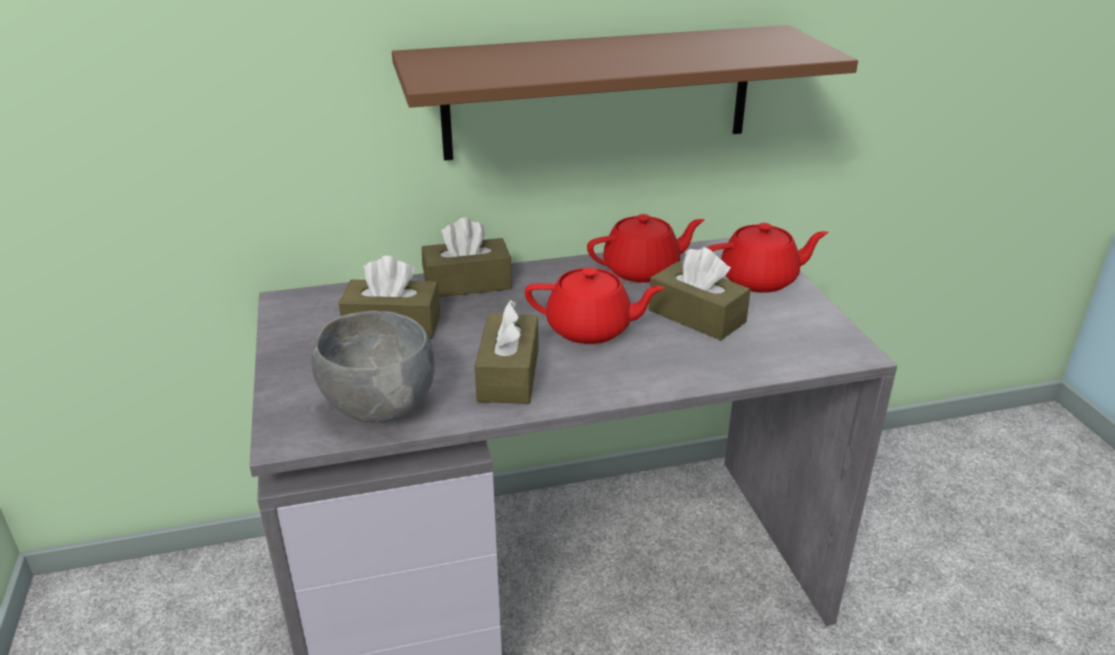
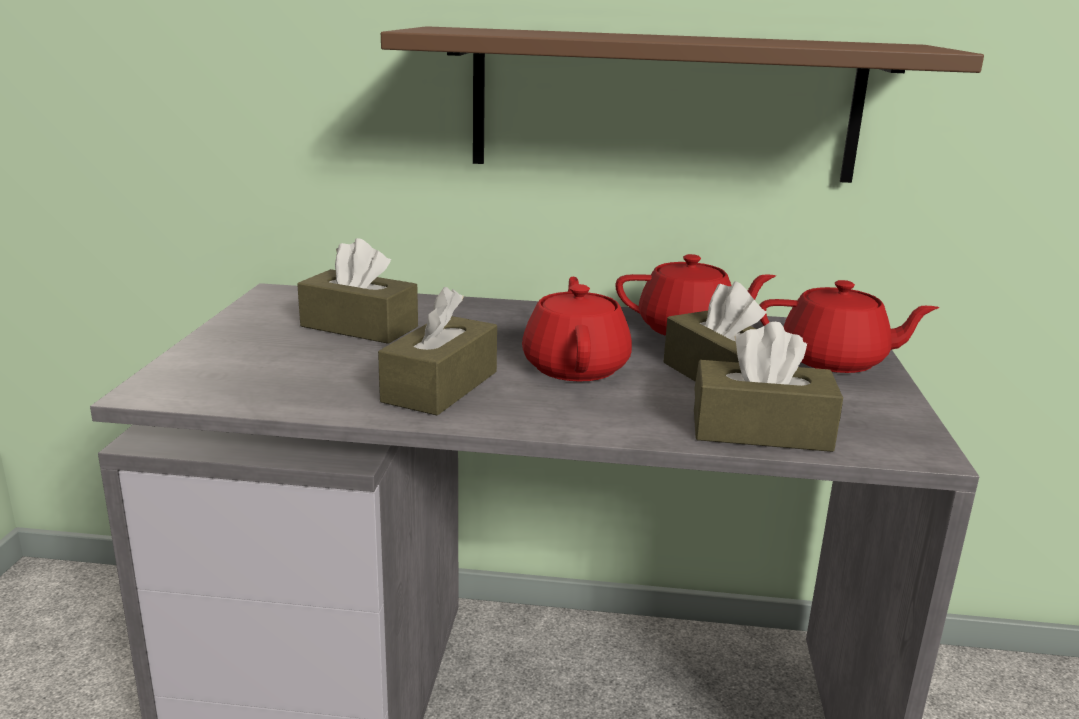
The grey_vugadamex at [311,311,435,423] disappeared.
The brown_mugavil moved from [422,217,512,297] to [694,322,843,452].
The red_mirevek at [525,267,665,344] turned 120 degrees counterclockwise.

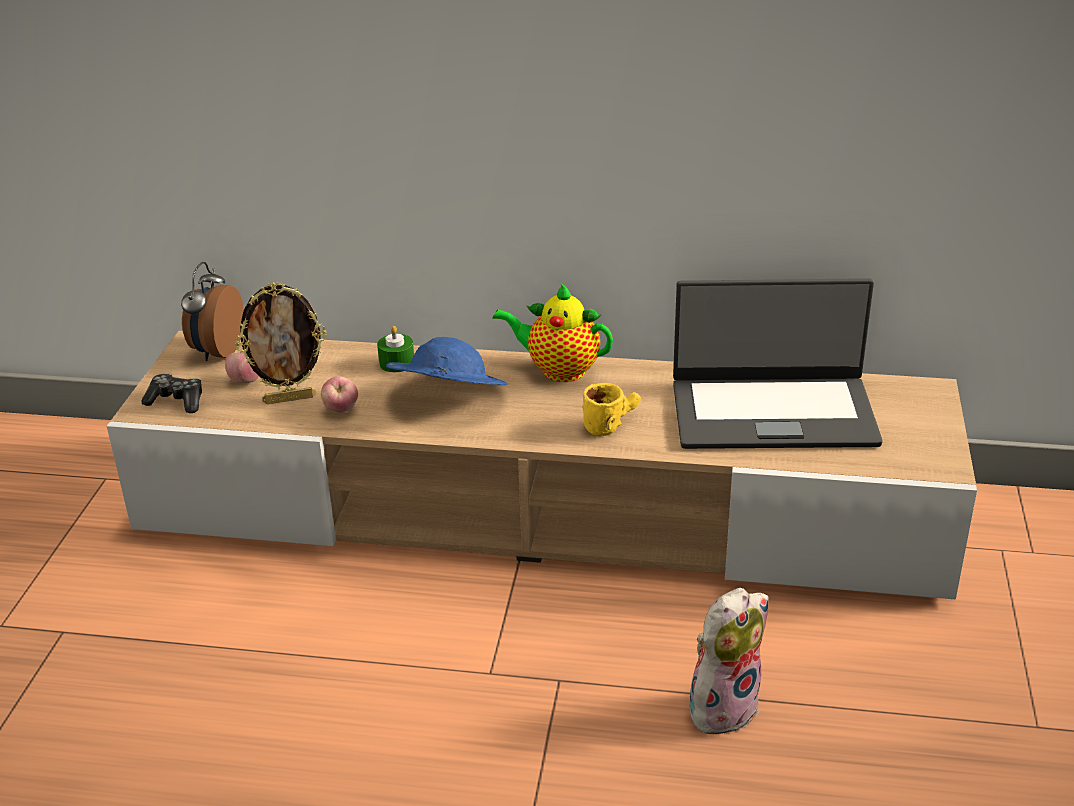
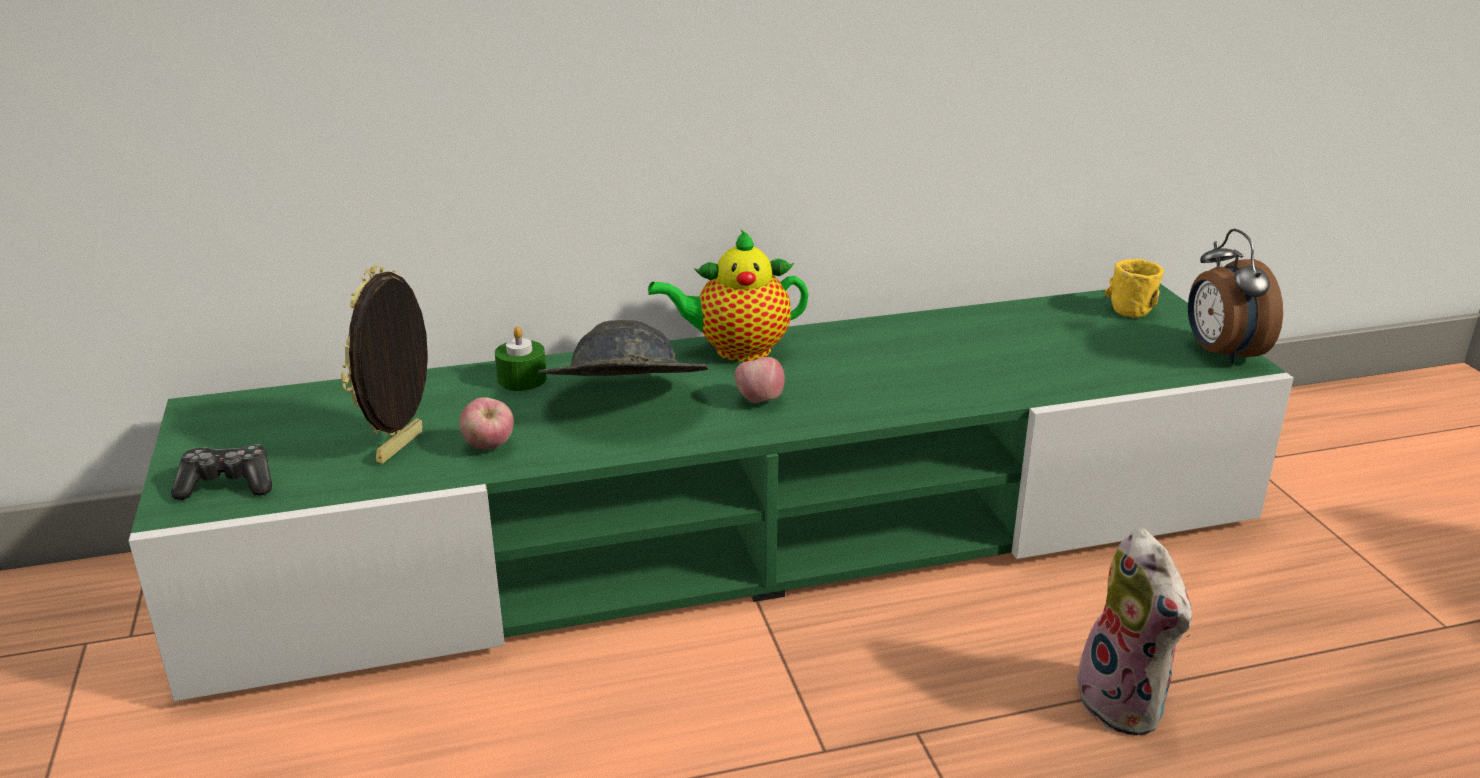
The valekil at [673,278,883,449] disappeared.
The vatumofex moved from [181,262,244,361] to [1188,229,1283,366].
The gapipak moved from [225,352,259,383] to [735,357,785,403].
The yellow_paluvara moved from [582,383,641,436] to [1105,259,1164,318].
The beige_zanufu at [107,331,977,600] became the green_zanufu at [129,284,1294,701].
The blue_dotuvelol at [386,337,508,386] became the grey_dotuvelol at [538,320,708,376].
The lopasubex at [235,282,326,404] turned 150 degrees clockwise.
The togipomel at [689,588,769,738] turned 135 degrees clockwise.

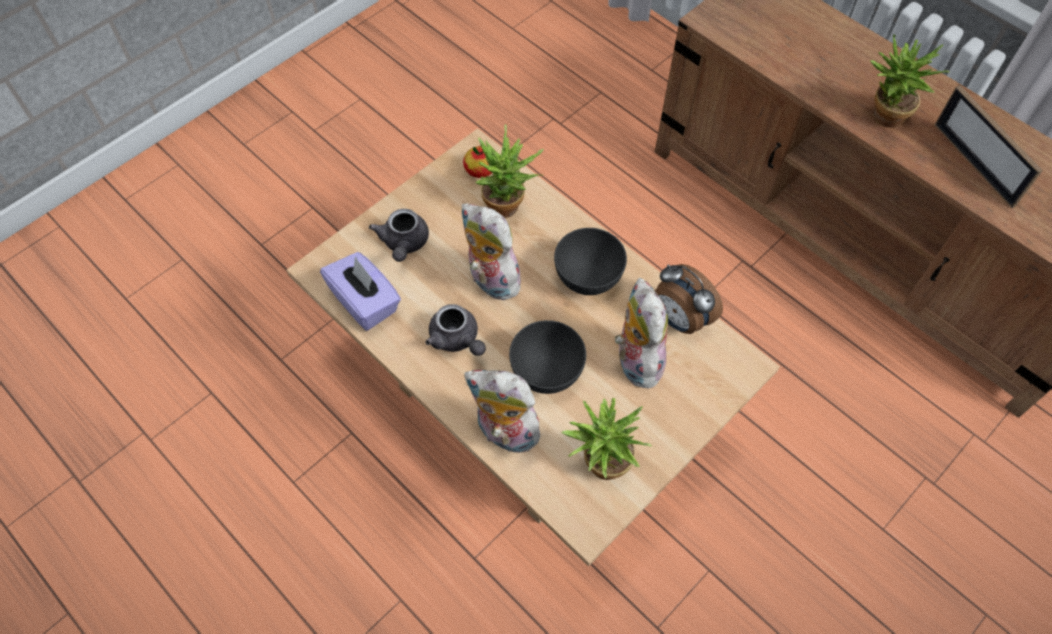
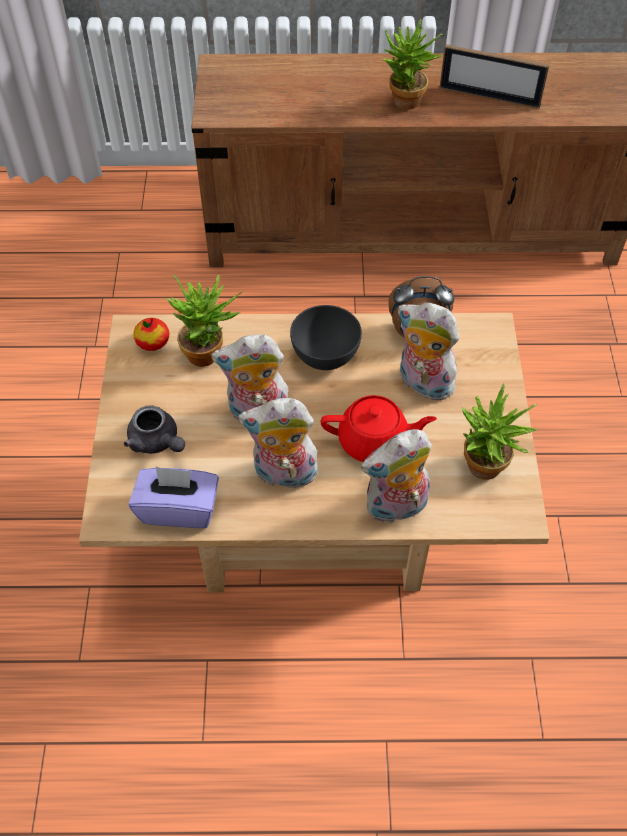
The grey_mirevek at [425,304,486,356] was replaced by the togipomel at [238,398,318,493].
The grey_vugadamex at [509,320,586,394] was replaced by the red_mirevek at [320,395,437,462].

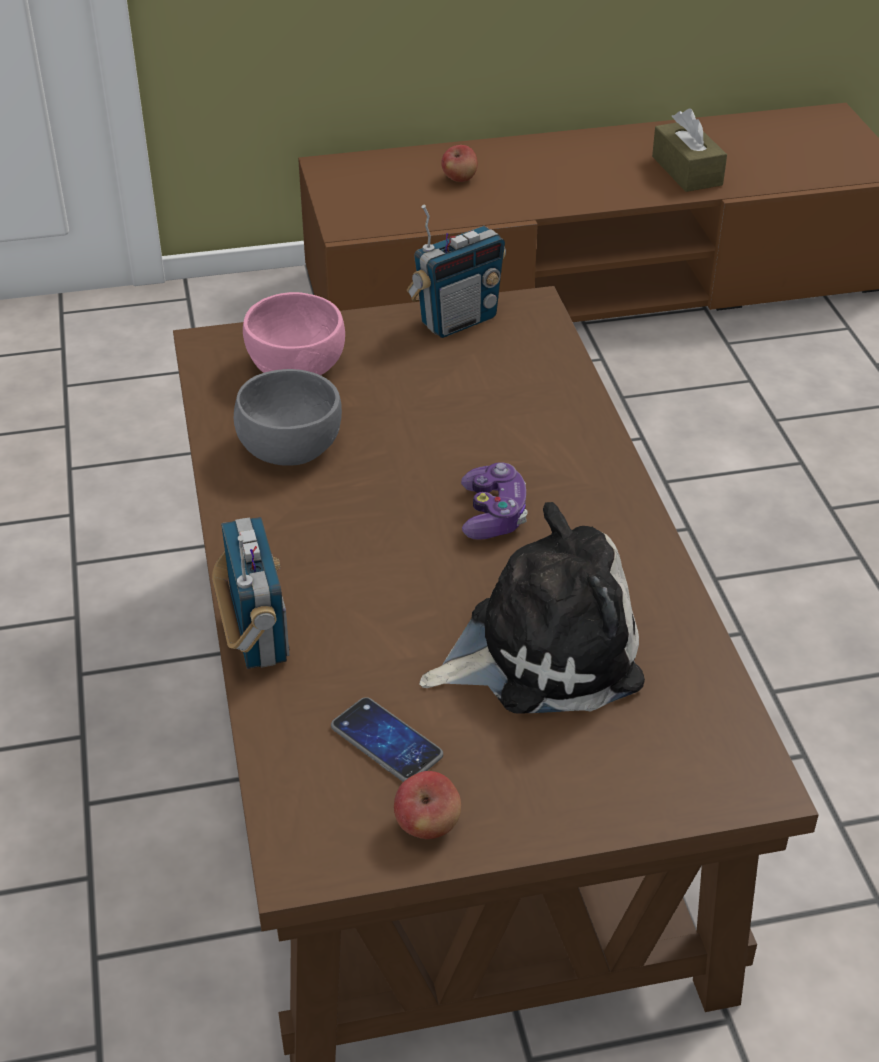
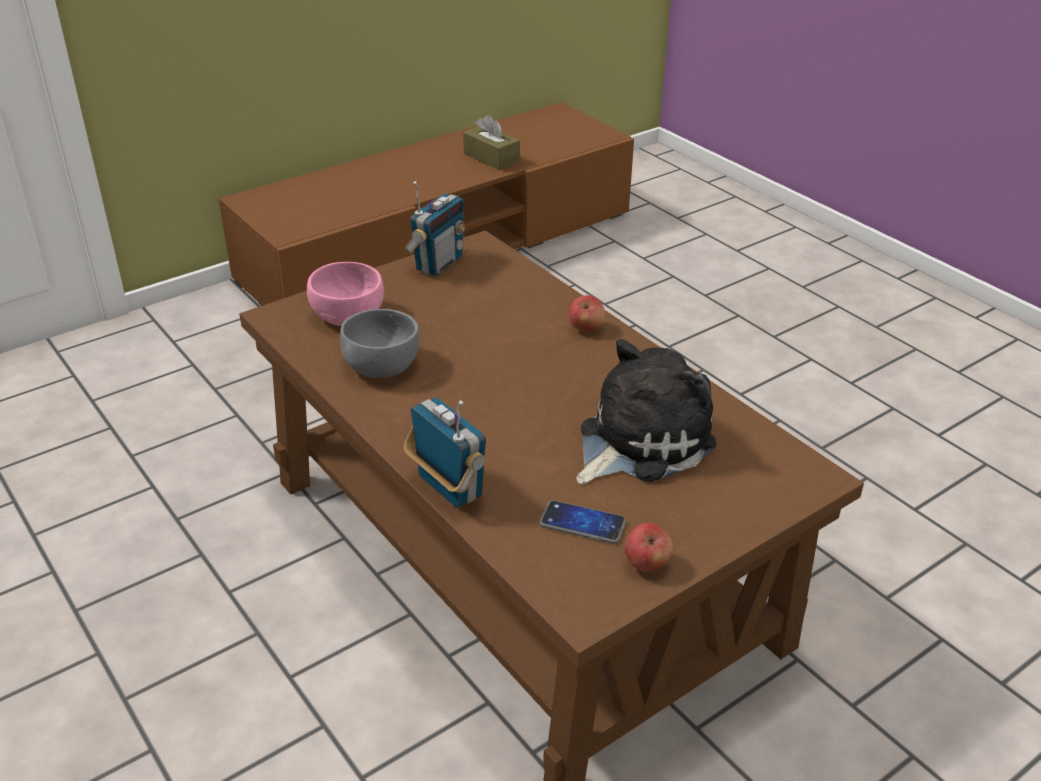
The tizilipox at [461,462,528,540] disappeared.
The gapipak moved from [441,145,478,182] to [569,295,605,332].

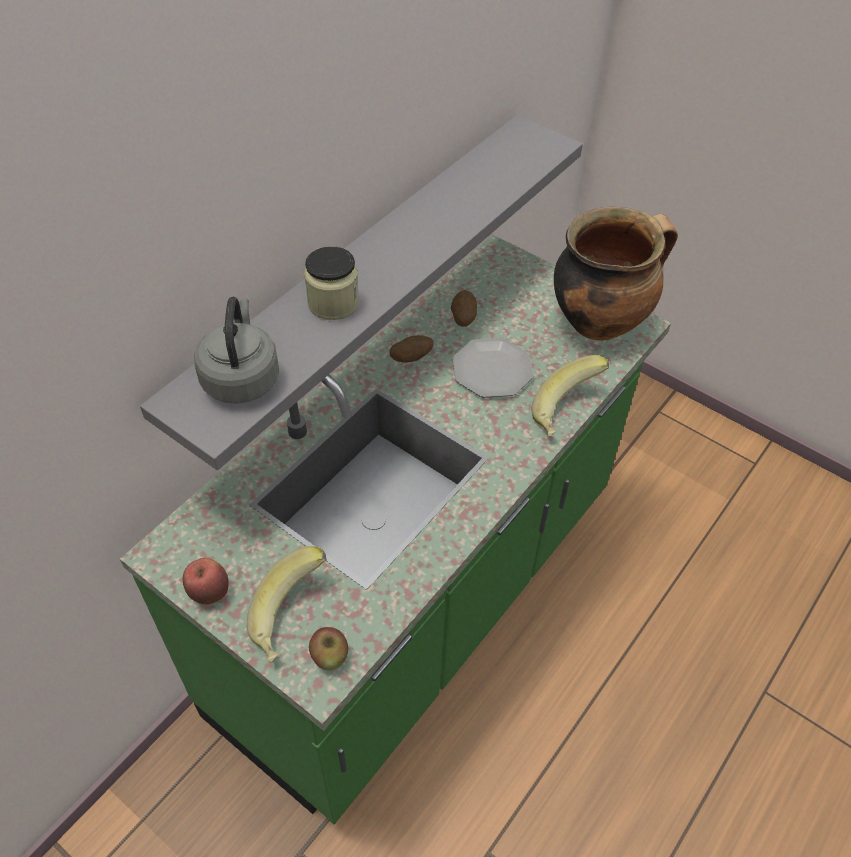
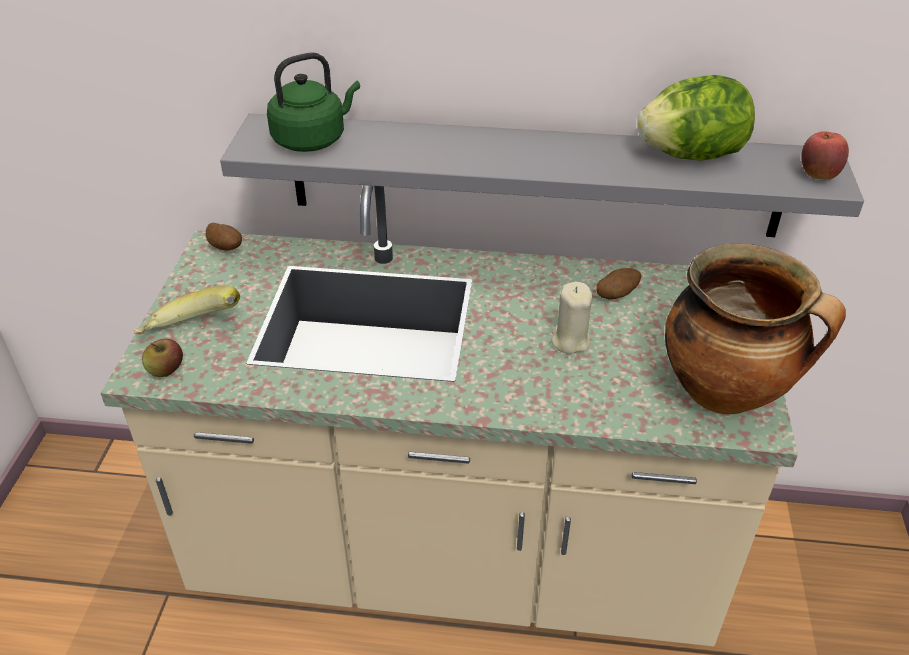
The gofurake at [304,246,359,320] disappeared.
The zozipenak at [532,355,609,437] disappeared.
The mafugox at [637,75,755,161] appeared.
The gapipak moved from [183,558,229,605] to [801,131,849,180].
The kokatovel moved from [389,335,434,363] to [206,223,242,250].
The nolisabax at [452,338,534,397] was replaced by the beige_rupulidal at [551,282,592,354].
The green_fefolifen at [120,235,671,824] became the beige_fefolifen at [100,185,798,646].
The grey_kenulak at [194,297,279,404] became the green_kenulak at [267,52,360,152].

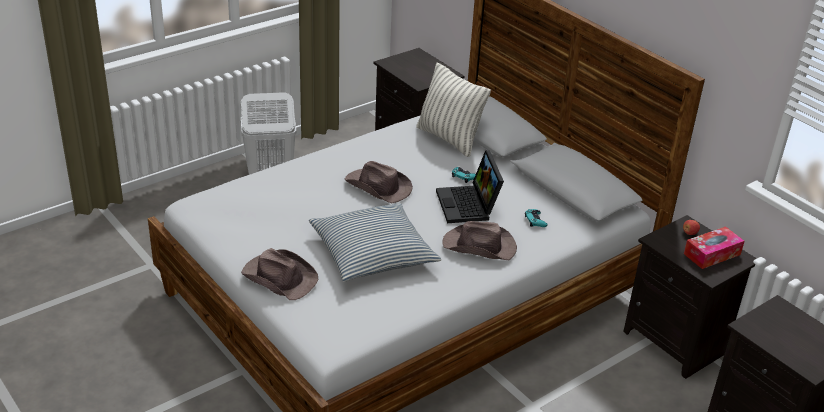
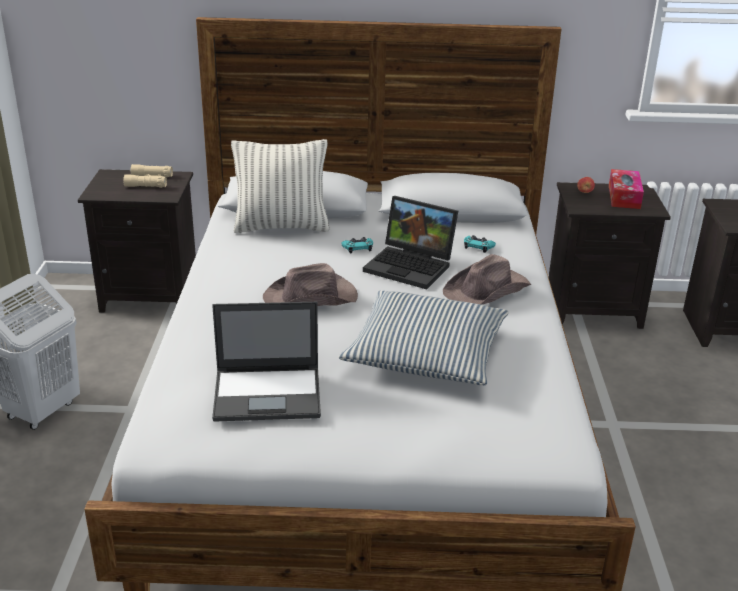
The brown_dotuvelol at [241,248,318,300] disappeared.
The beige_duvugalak at [123,164,173,188] appeared.
The valekil at [212,302,321,422] appeared.

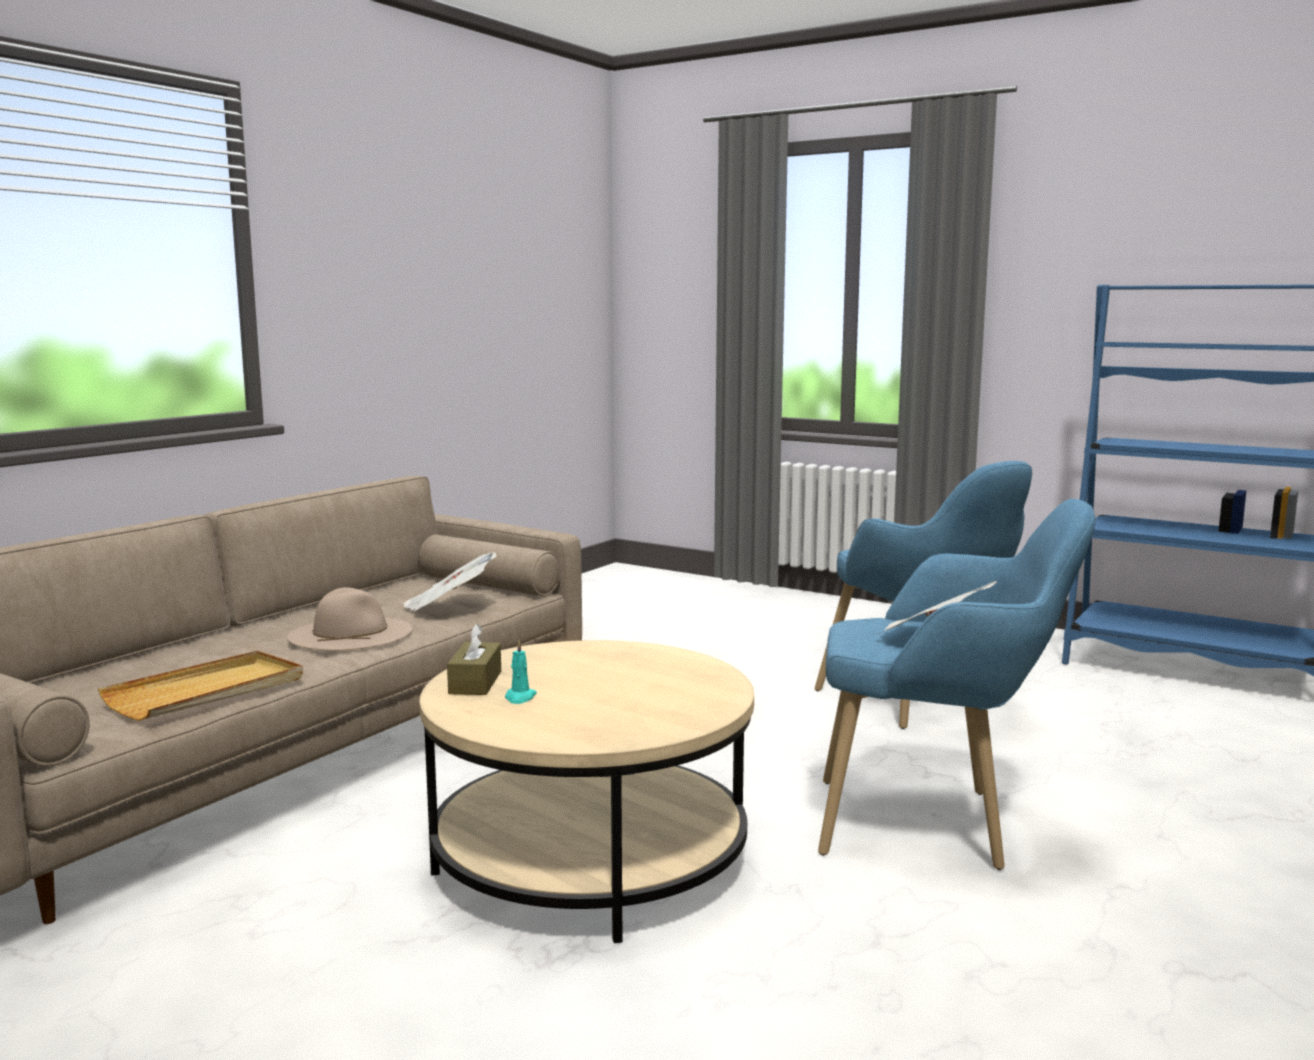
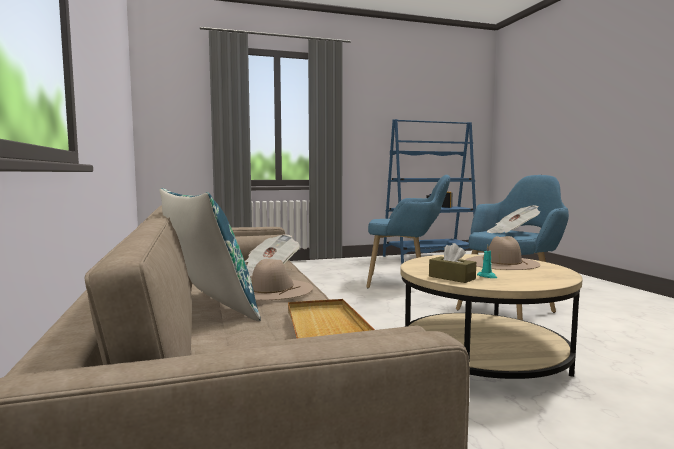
The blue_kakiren at [160,188,261,321] appeared.
The beige_dotuvelol at [465,236,541,270] appeared.

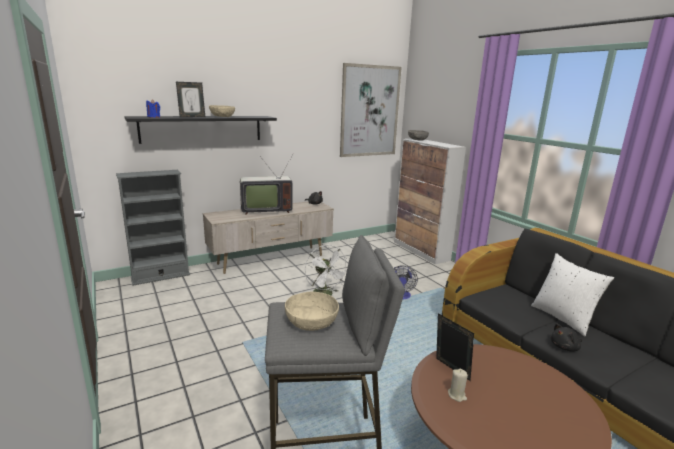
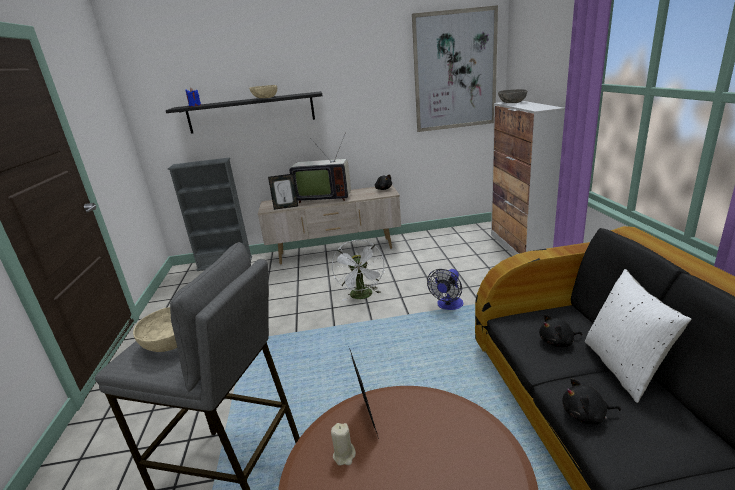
The black_togipomel at [539,314,582,347] appeared.
The lopasubex moved from [176,82,205,117] to [268,174,298,210].

